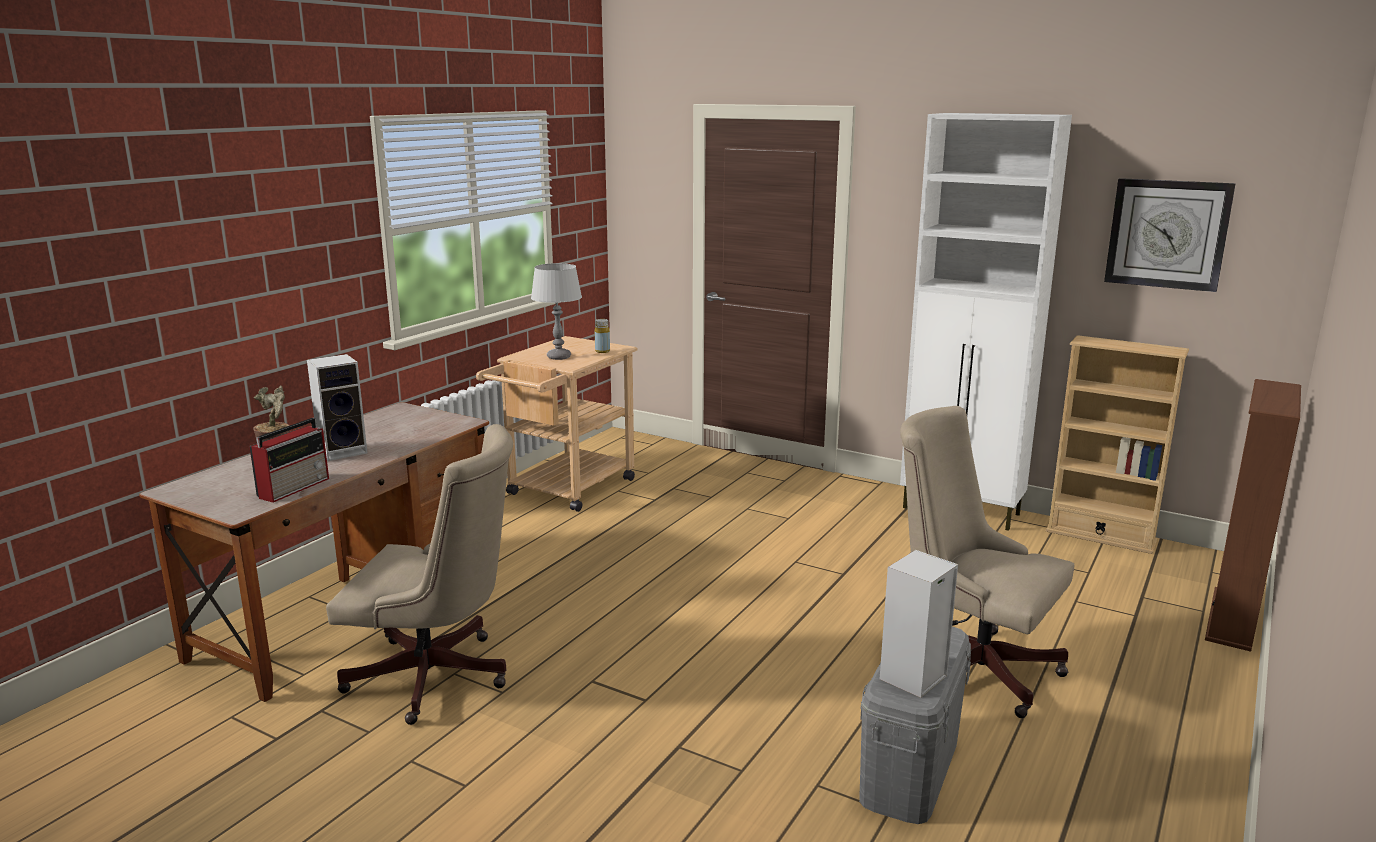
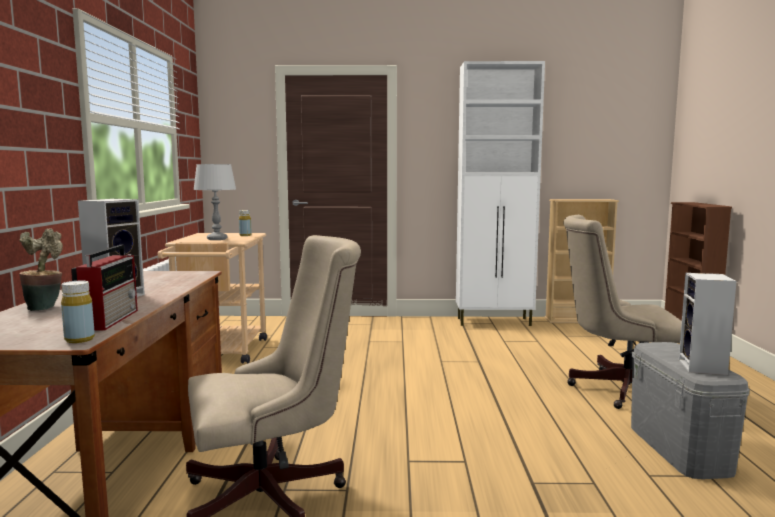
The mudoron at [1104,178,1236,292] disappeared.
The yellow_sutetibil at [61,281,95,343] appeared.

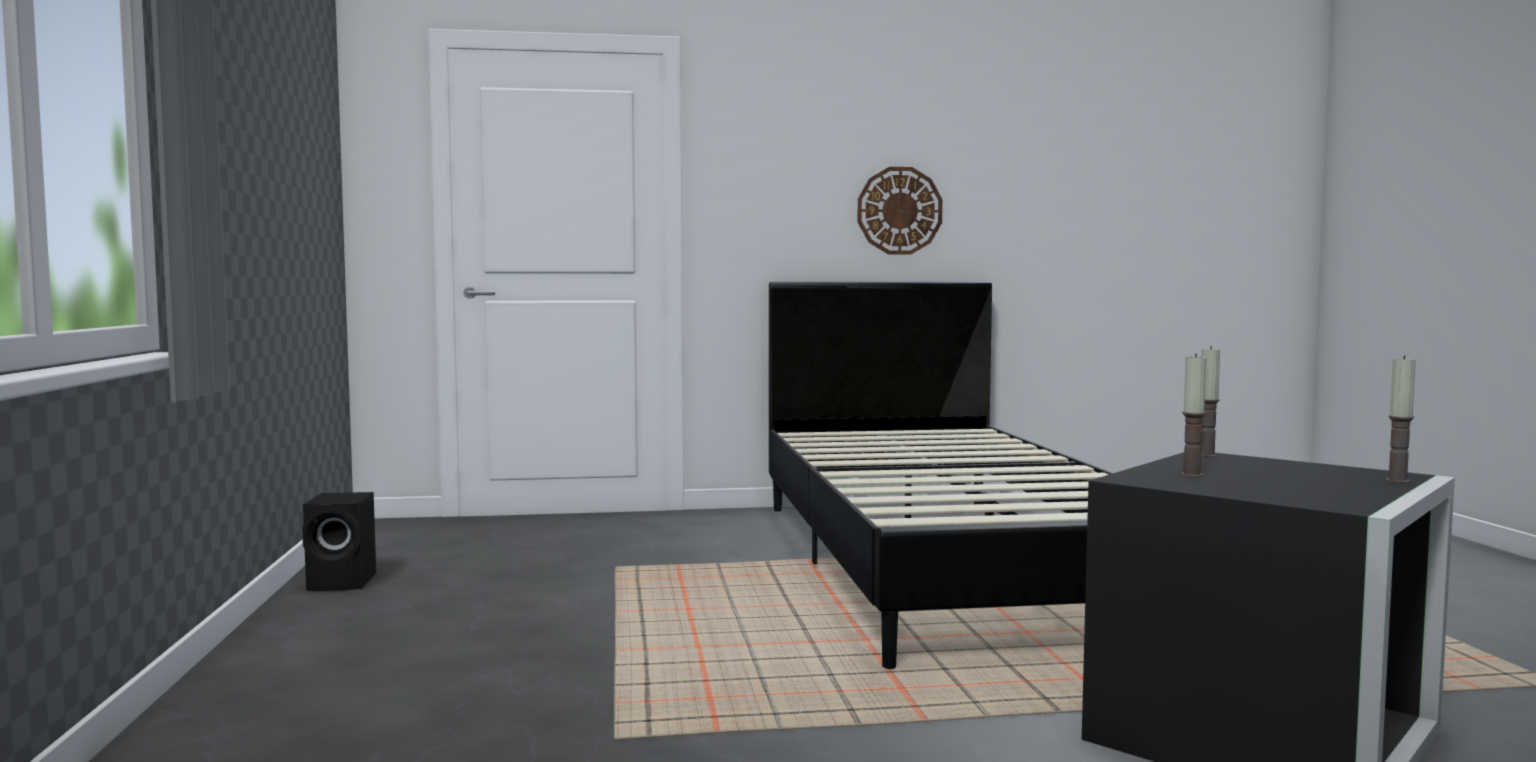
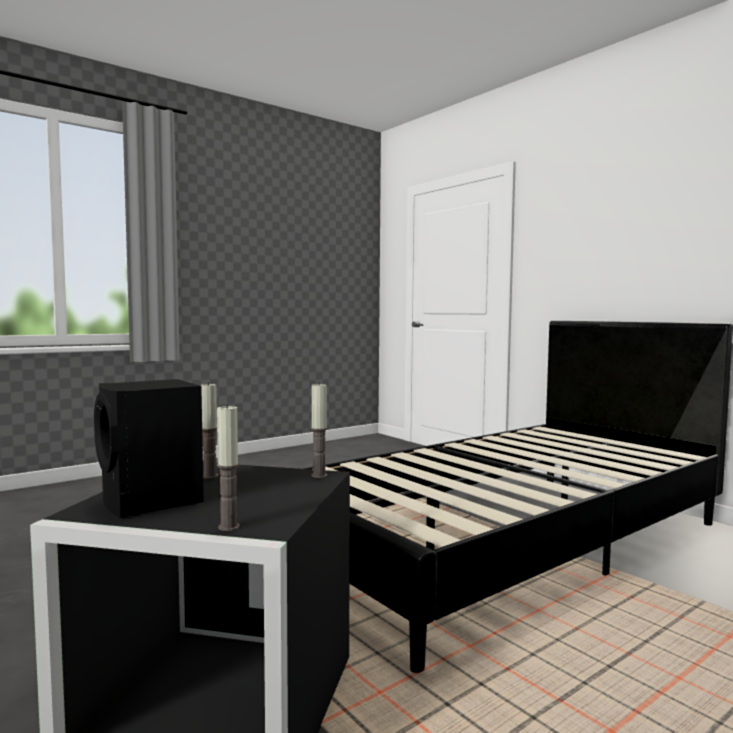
The mudoron at [858,167,943,255] disappeared.
The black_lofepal moved from [302,492,376,591] to [94,379,204,518].

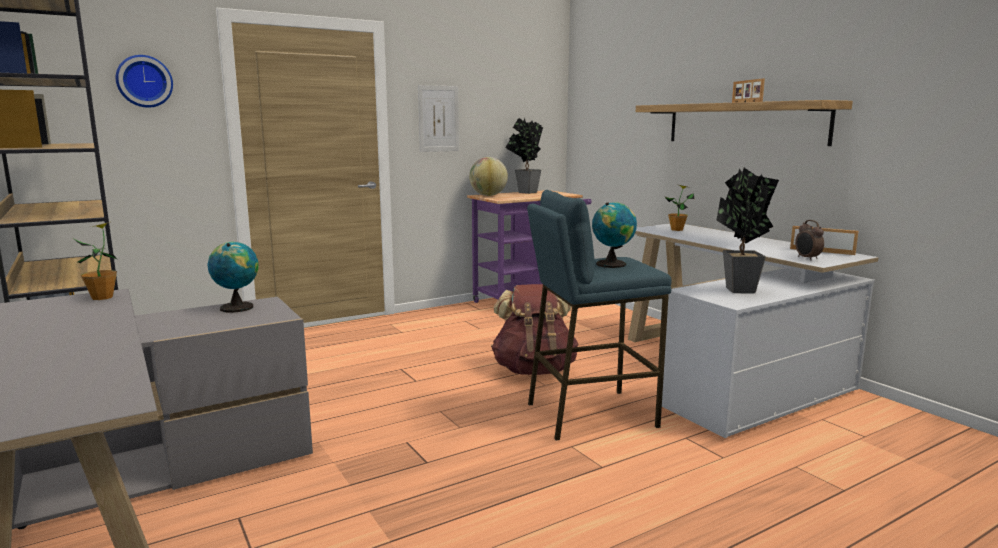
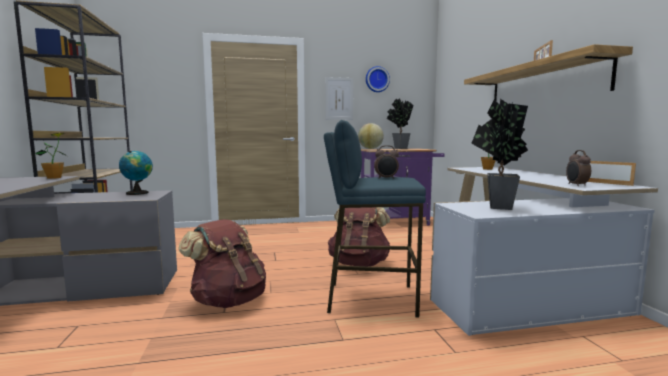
The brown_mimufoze at [179,219,266,308] appeared.
The mudoron moved from [116,55,173,108] to [366,66,390,92].
The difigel at [592,202,637,268] was replaced by the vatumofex at [374,145,399,179].

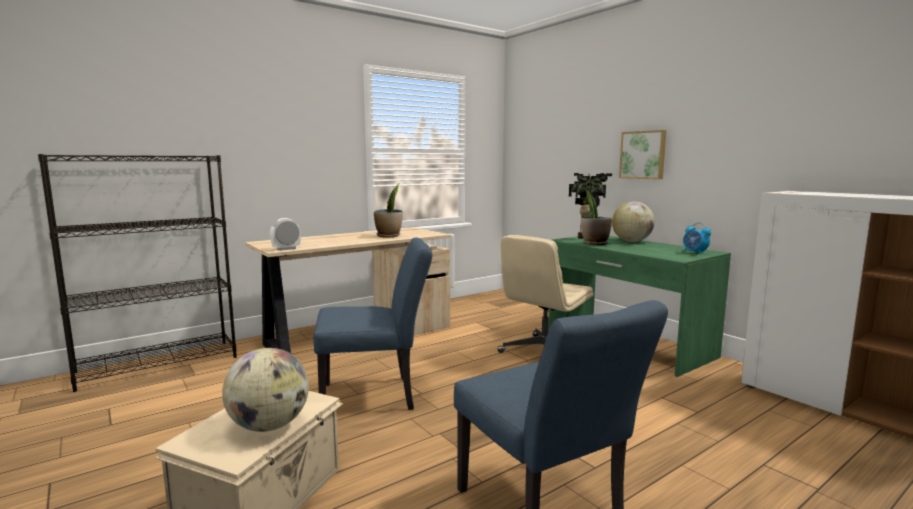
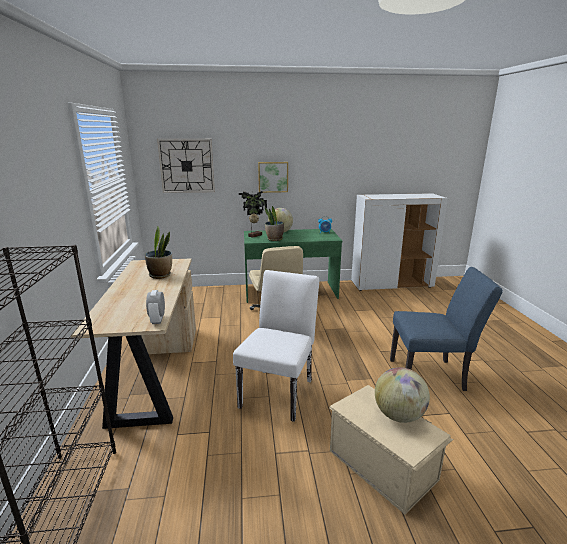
The mudoron at [157,139,215,193] appeared.
The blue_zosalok at [314,237,432,410] became the white_zosalok at [233,270,319,422].

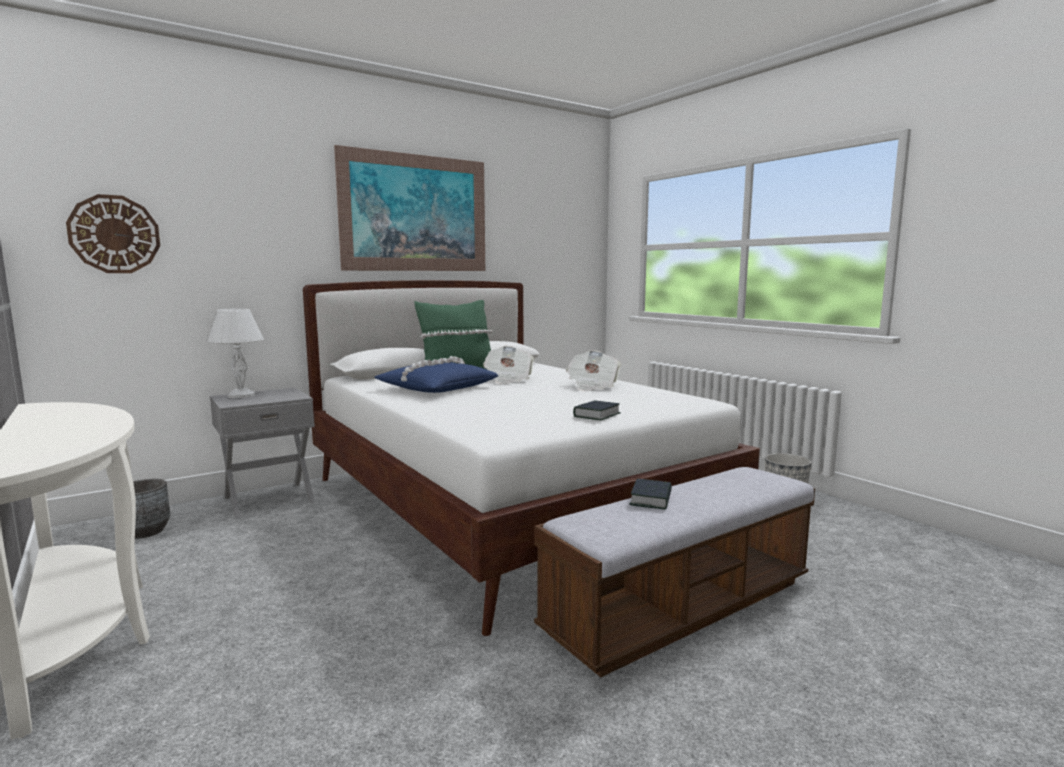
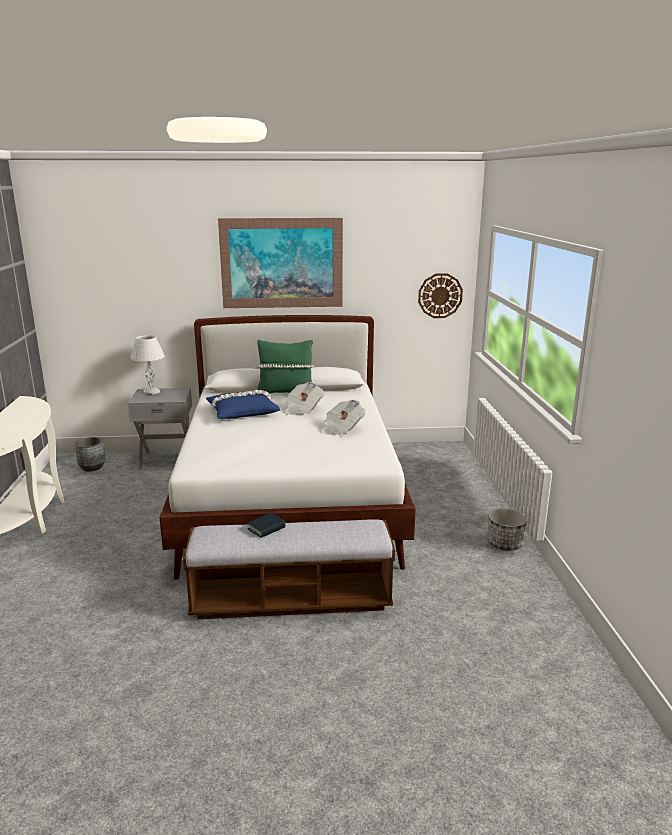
The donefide at [573,400,620,420] disappeared.
The mudoron moved from [66,194,160,273] to [418,273,463,318].

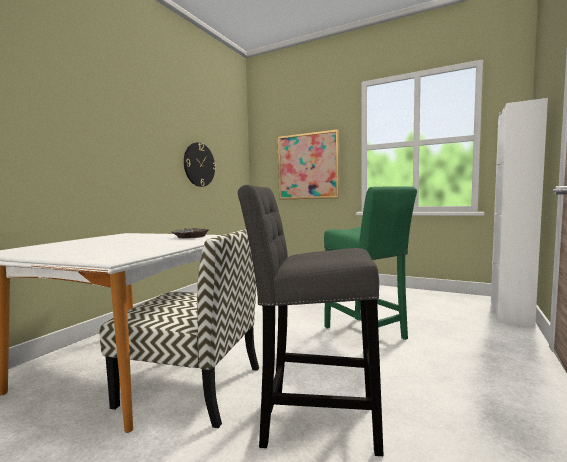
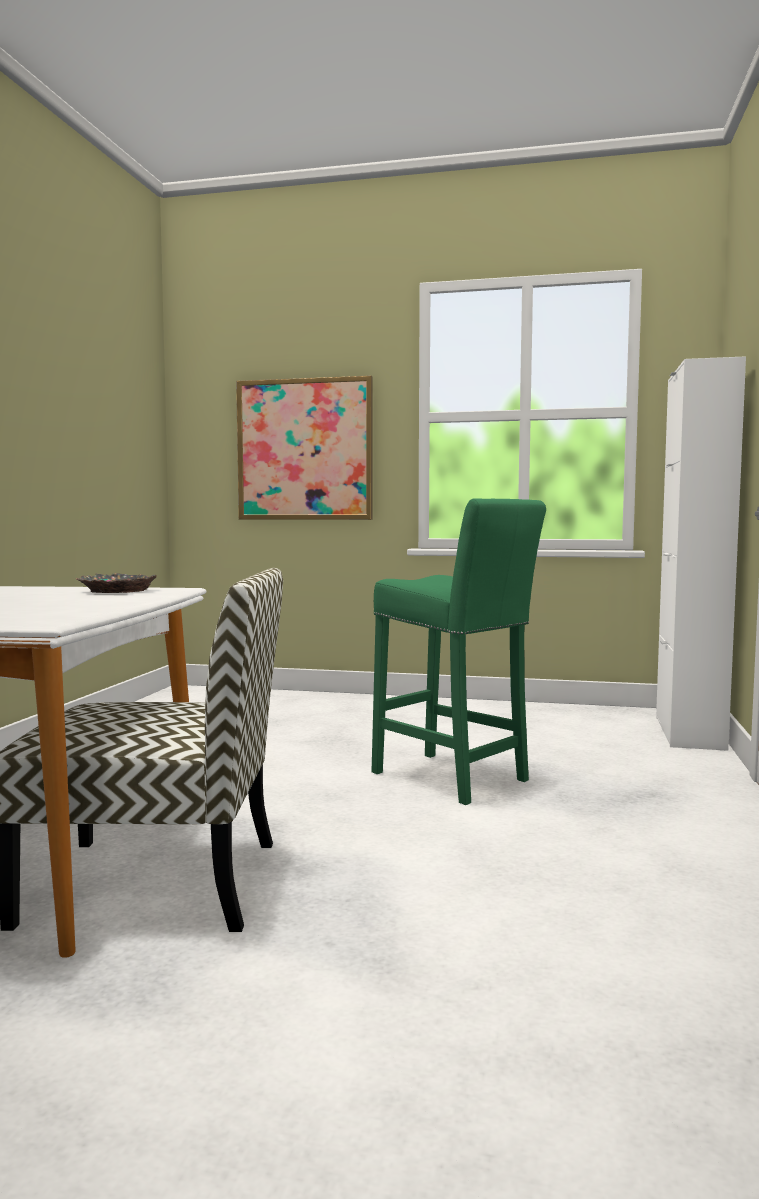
The mudoron at [184,142,216,187] disappeared.
The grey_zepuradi at [238,185,384,456] disappeared.

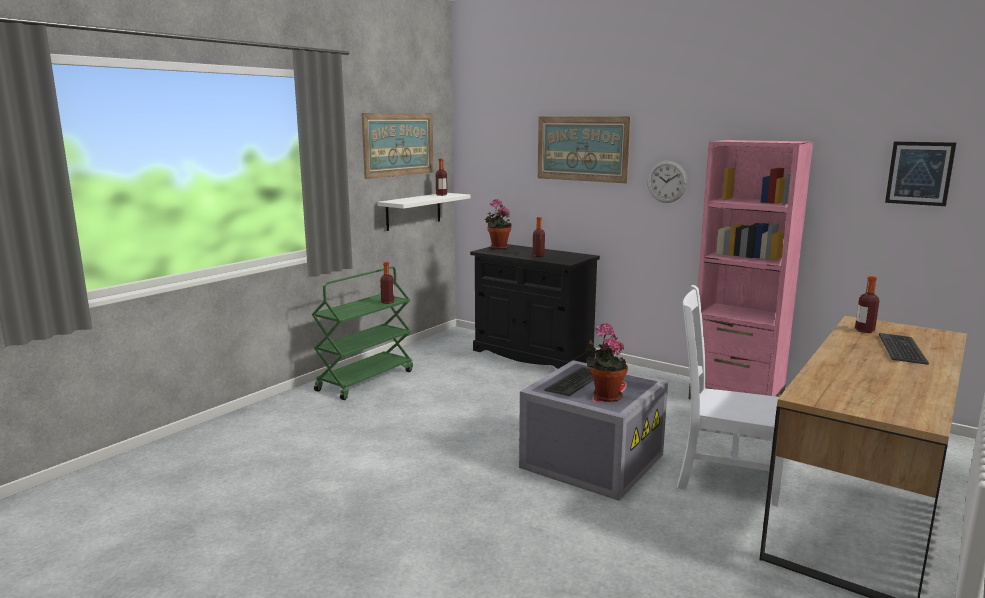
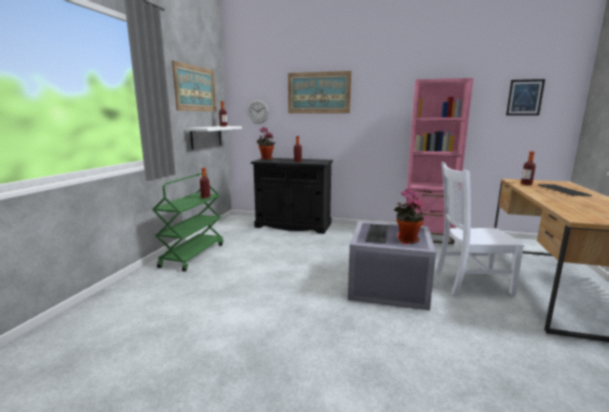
The mudoron moved from [647,161,687,203] to [248,100,269,124].

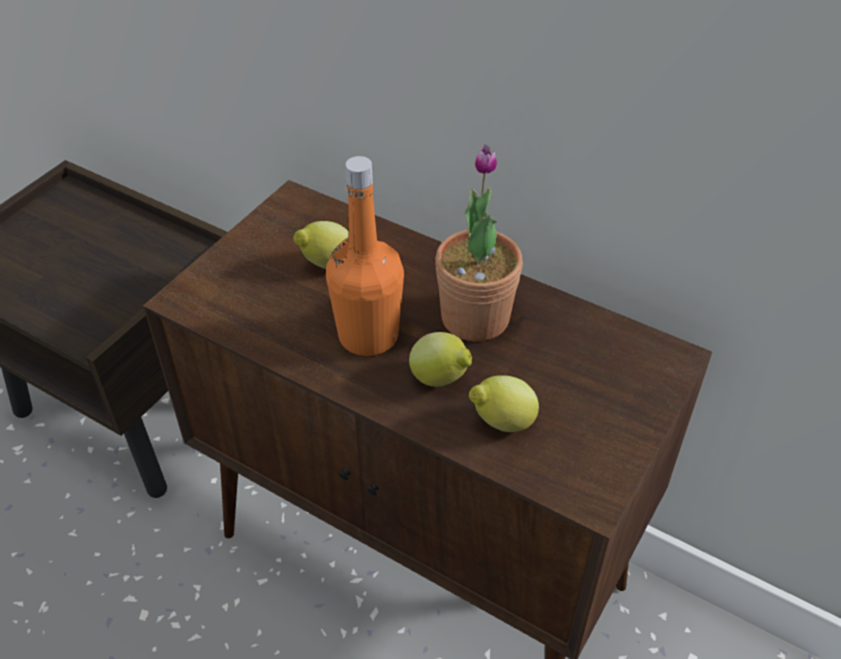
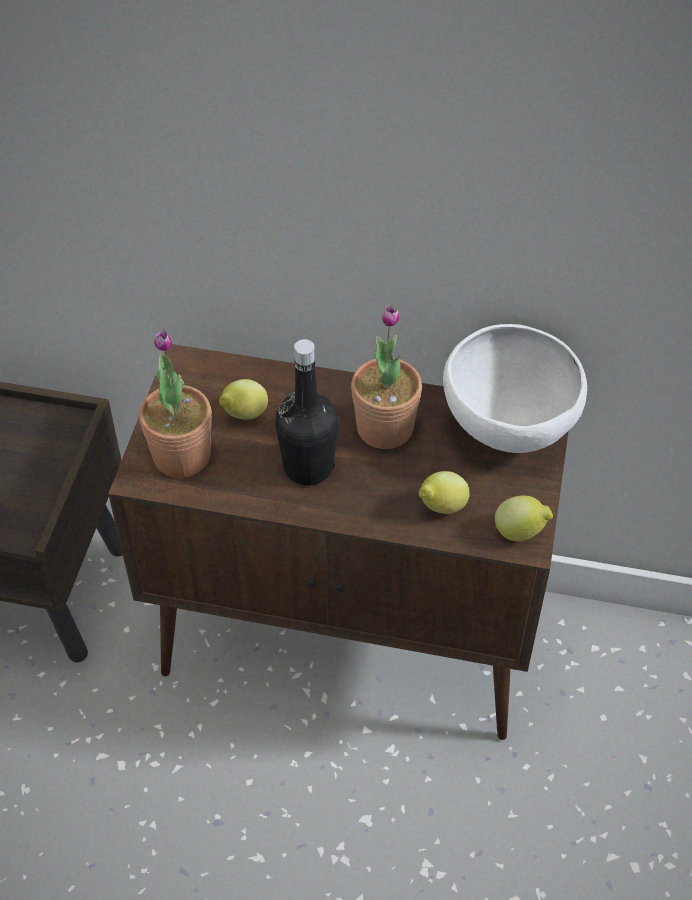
The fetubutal at [139,330,212,478] appeared.
The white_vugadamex at [443,324,587,453] appeared.
The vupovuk moved from [409,332,472,387] to [495,495,553,541].
The orange_sutetibil at [326,156,404,356] became the black_sutetibil at [275,339,339,485].

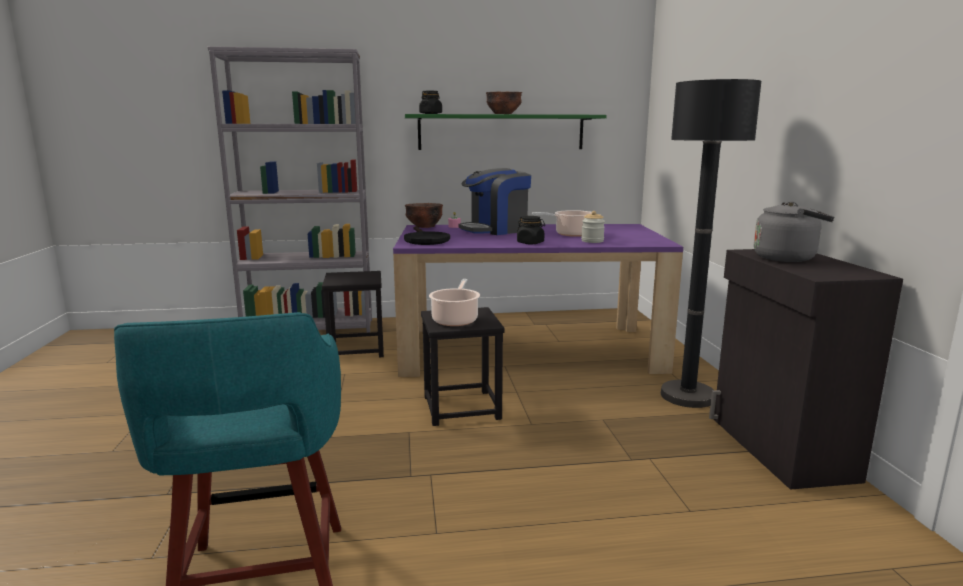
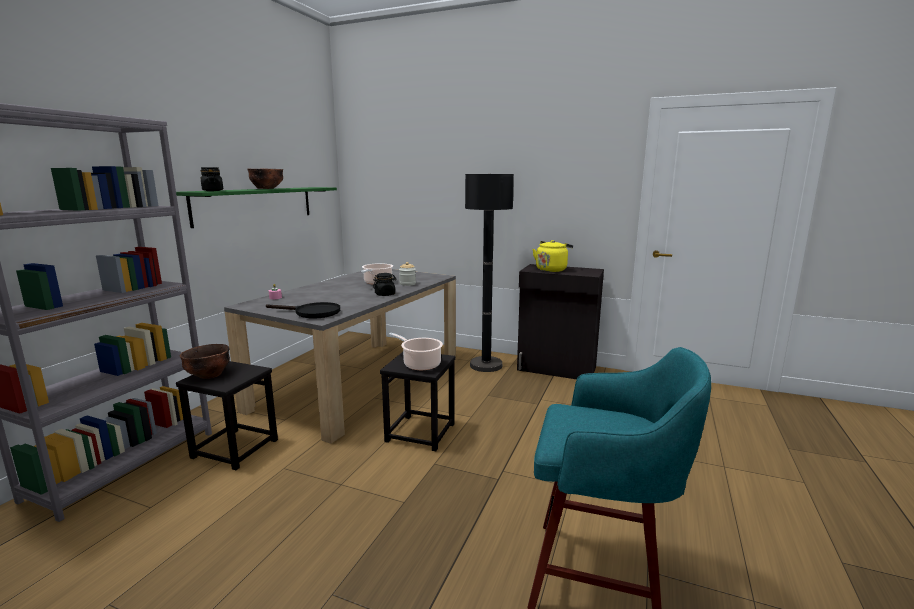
The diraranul at [458,168,531,235] disappeared.
The brown_vugadamex moved from [405,203,443,228] to [180,344,230,379].
The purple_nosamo at [393,224,683,377] became the grey_nosamo at [224,269,456,444].
The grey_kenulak at [754,201,834,262] became the yellow_kenulak at [532,240,573,272].

